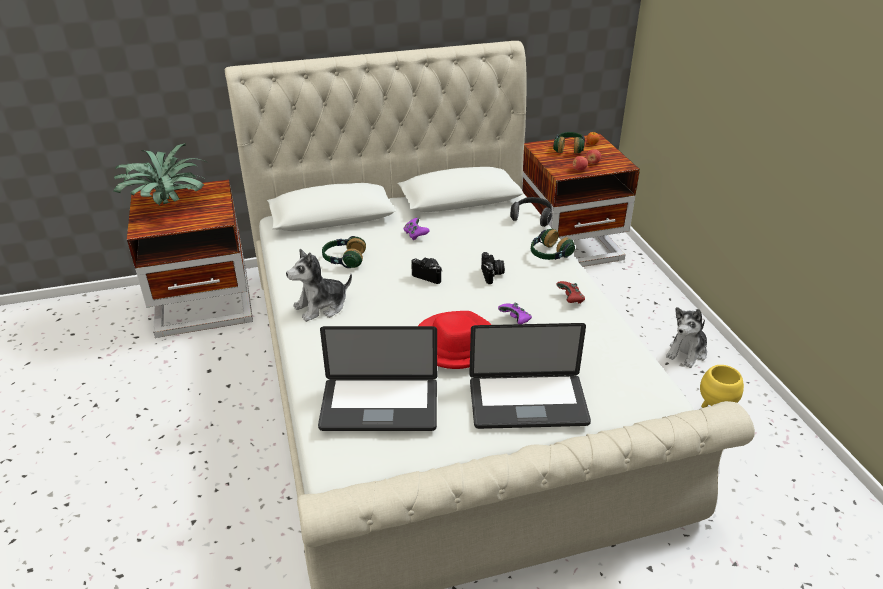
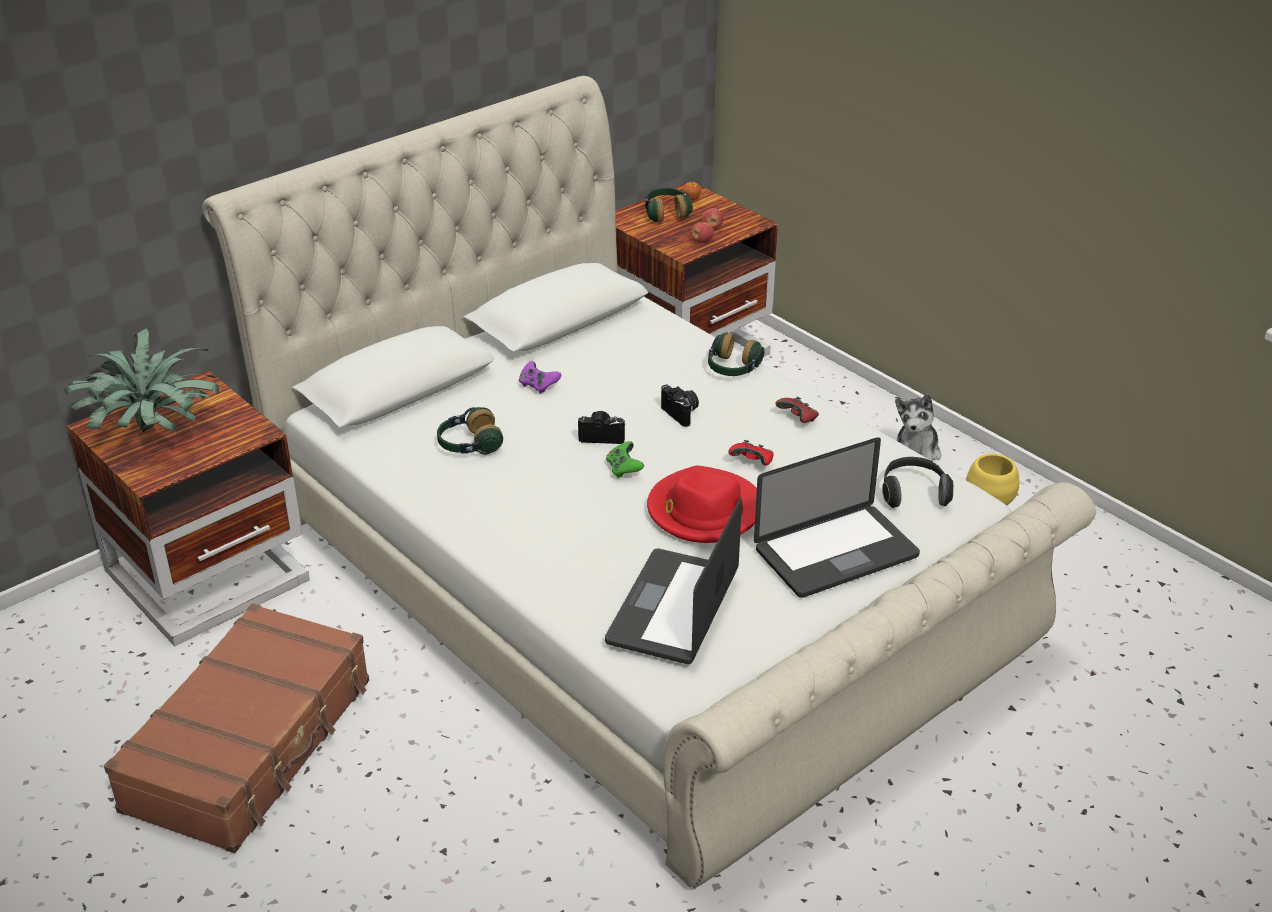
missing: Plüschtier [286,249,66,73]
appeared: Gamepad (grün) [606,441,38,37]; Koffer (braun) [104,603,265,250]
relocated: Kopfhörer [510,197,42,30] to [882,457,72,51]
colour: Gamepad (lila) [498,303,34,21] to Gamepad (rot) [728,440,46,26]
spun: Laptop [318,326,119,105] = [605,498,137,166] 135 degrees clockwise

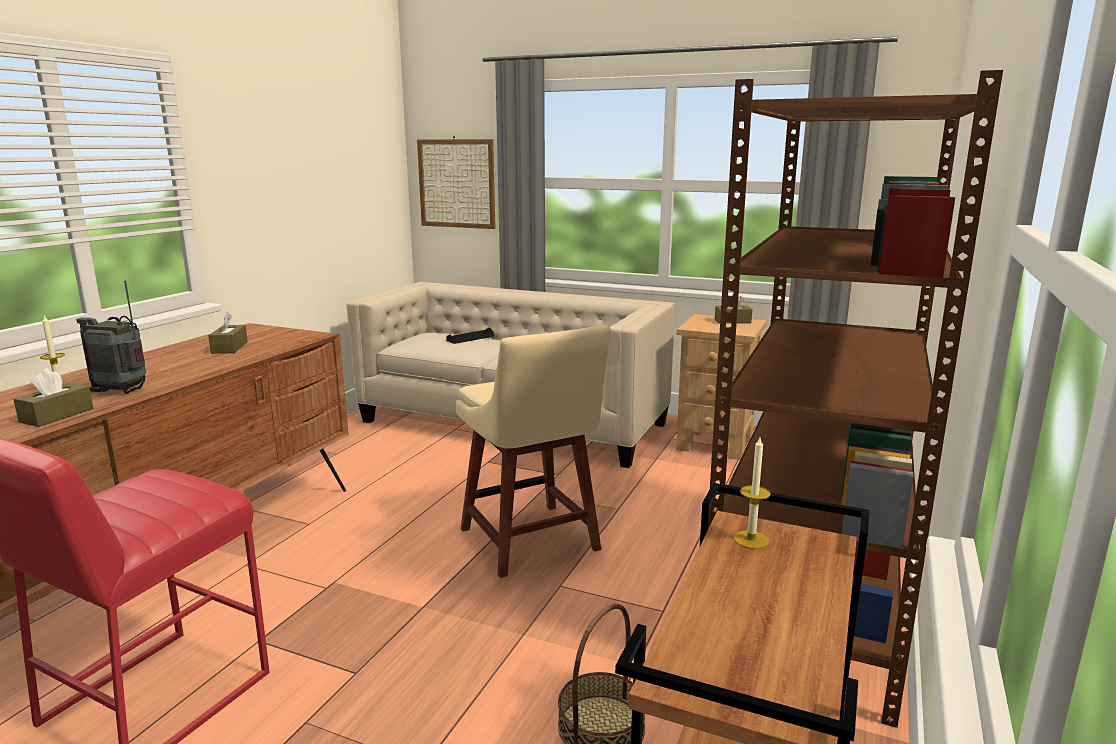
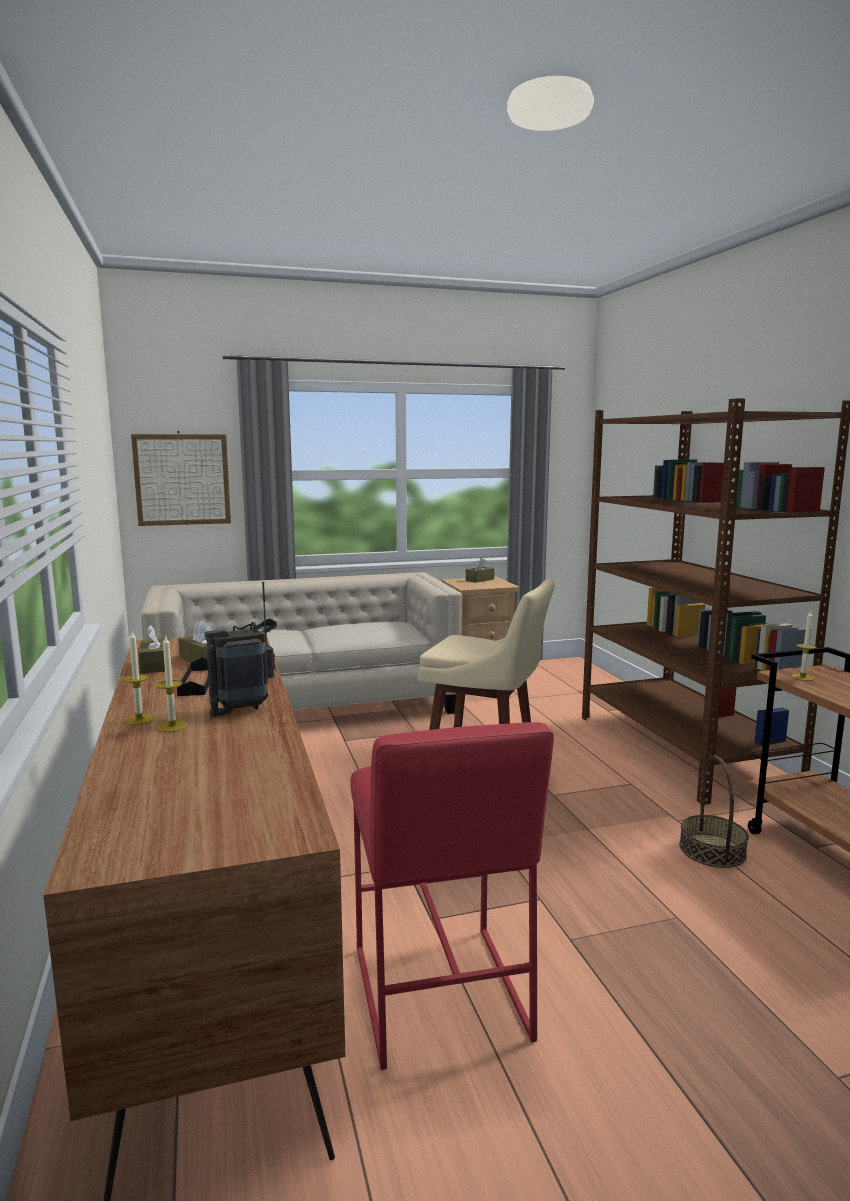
appeared: Kerze [123,632,32,93]; Tablett (schwarz) [177,657,32,39]
relocated: Taschentuchbox (braun) [13,368,80,59] to [139,625,30,49]

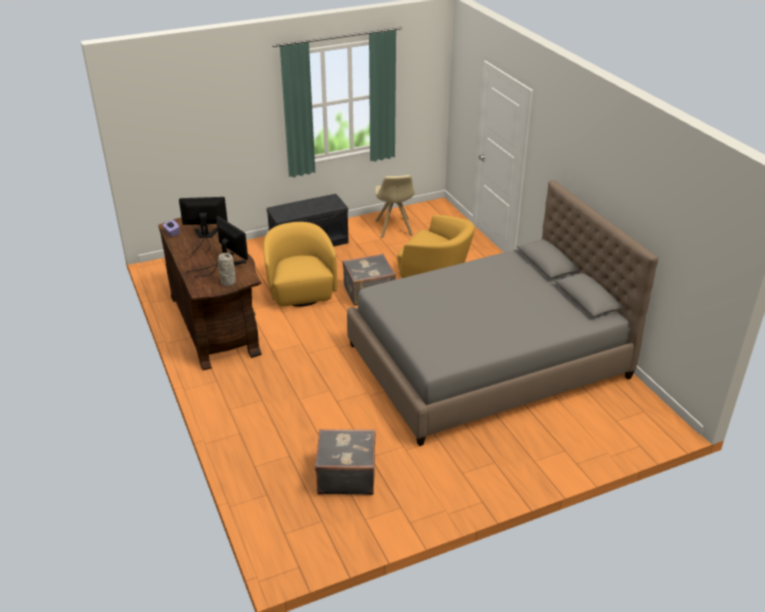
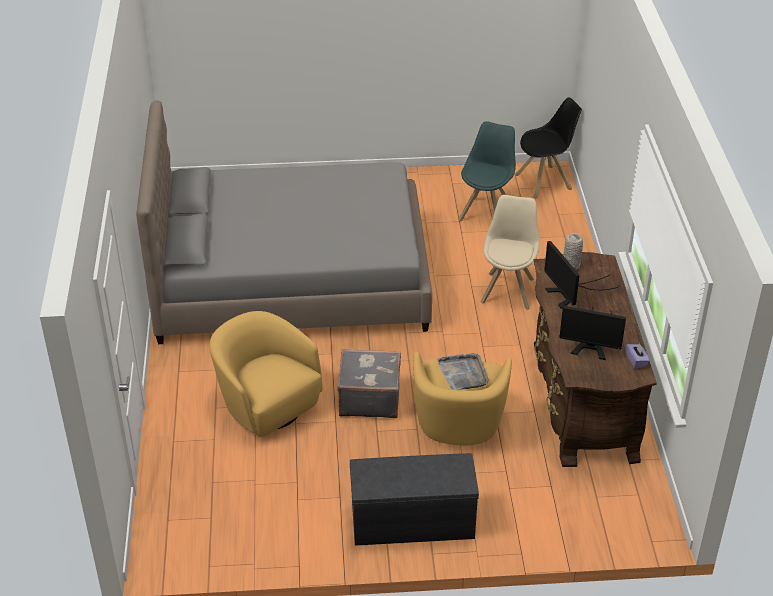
appeared: Stuhl (schwarz) [515,98,67,100]; Tablett (grau) [437,353,52,37]
relocated: Stuhl (beige) [375,175,40,63] to [480,195,60,114]
exchanged: Koffer (grau) [315,429,61,66] to Stuhl (türkis) [458,121,58,100]

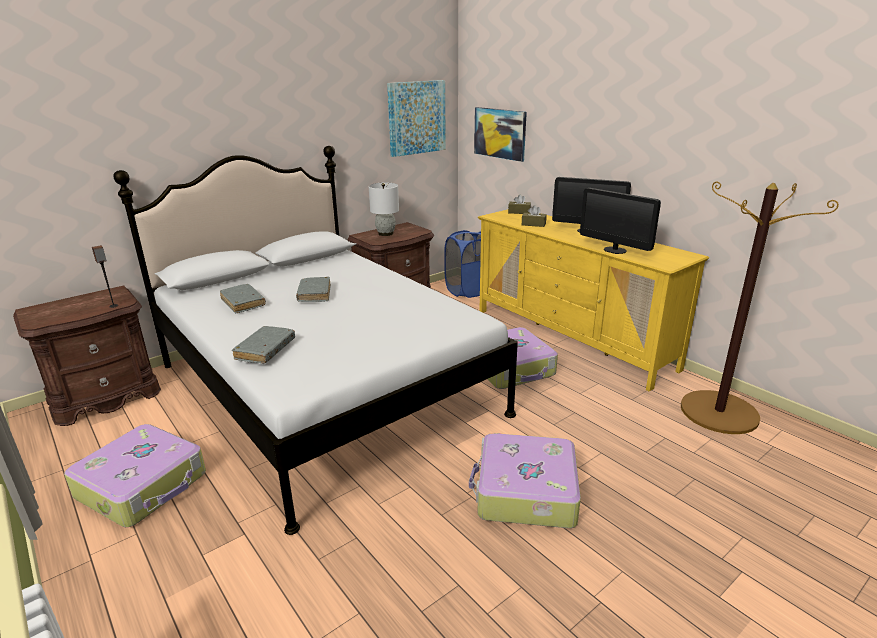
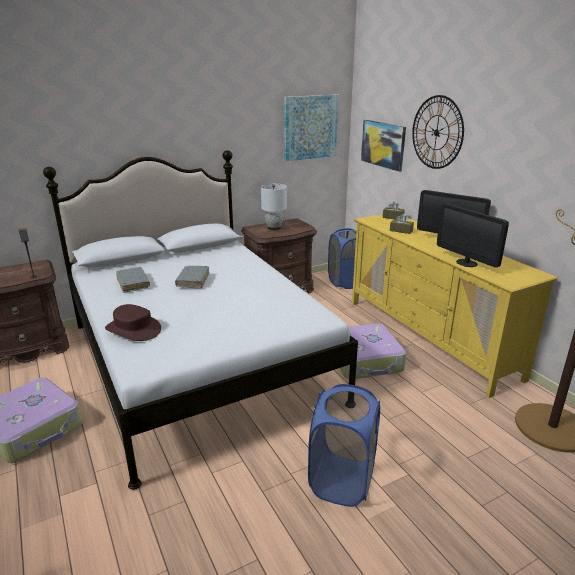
appeared: Wanduhr [412,95,52,74]
exchanged: Buch (grau) [232,326,63,37] to Hut (braun) [105,304,56,37]; Koffer [469,433,112,95] to Wäschekorb (blau) [308,384,72,123]

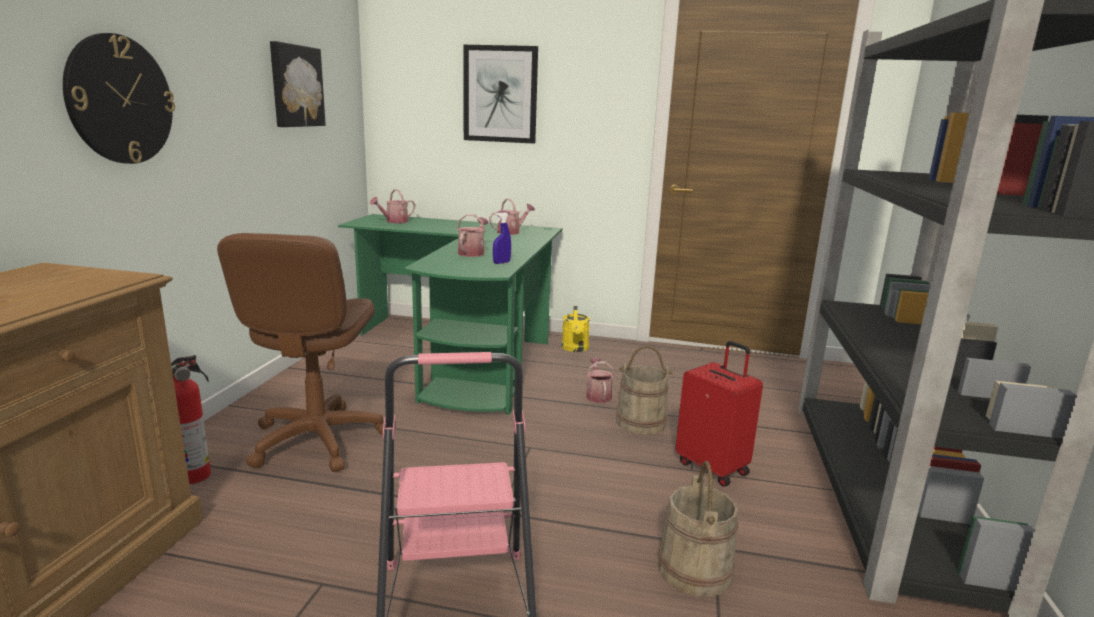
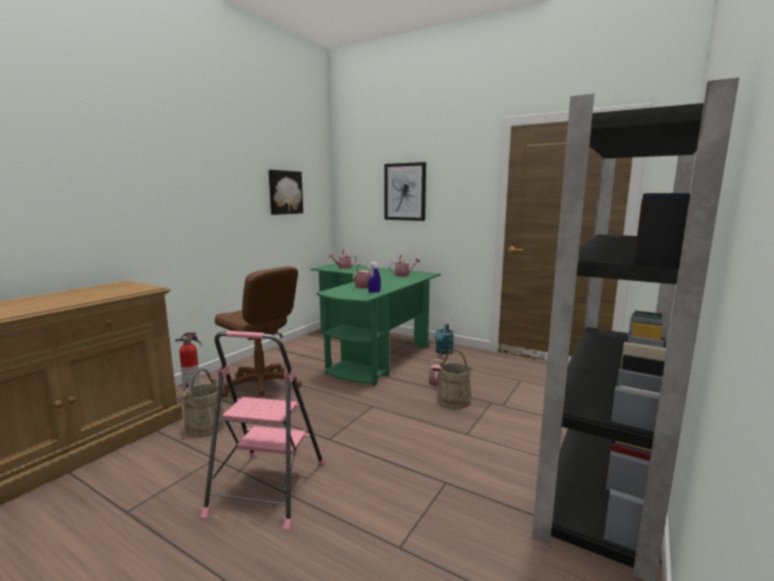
missing: Wanduhr [63,33,112,131]; Koffer (rot) [675,341,88,146]
relocated: Eimer (beige) [658,461,80,136] to [184,369,42,68]
colour: Gießkanne (gelb) [562,306,28,46] to Gießkanne (türkis) [435,324,19,30]
spun: Bürostuhl (braun) [217,233,167,239] = [215,266,87,133] 75 degrees counterclockwise

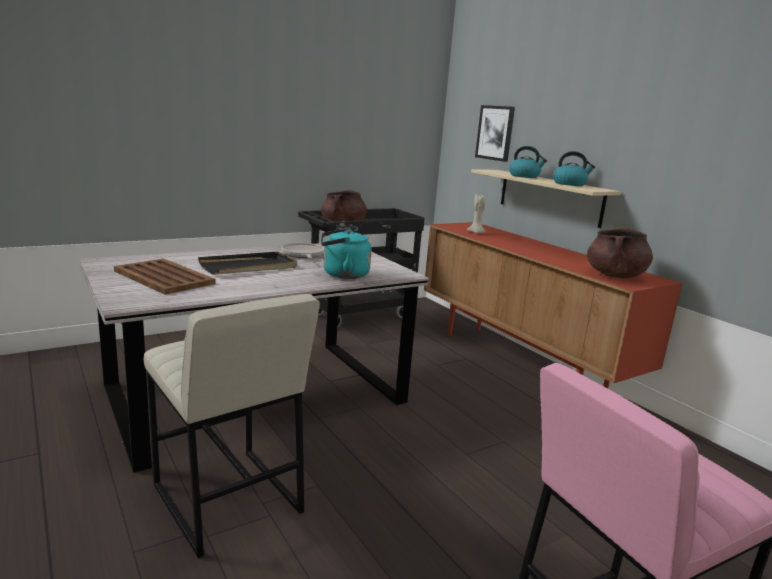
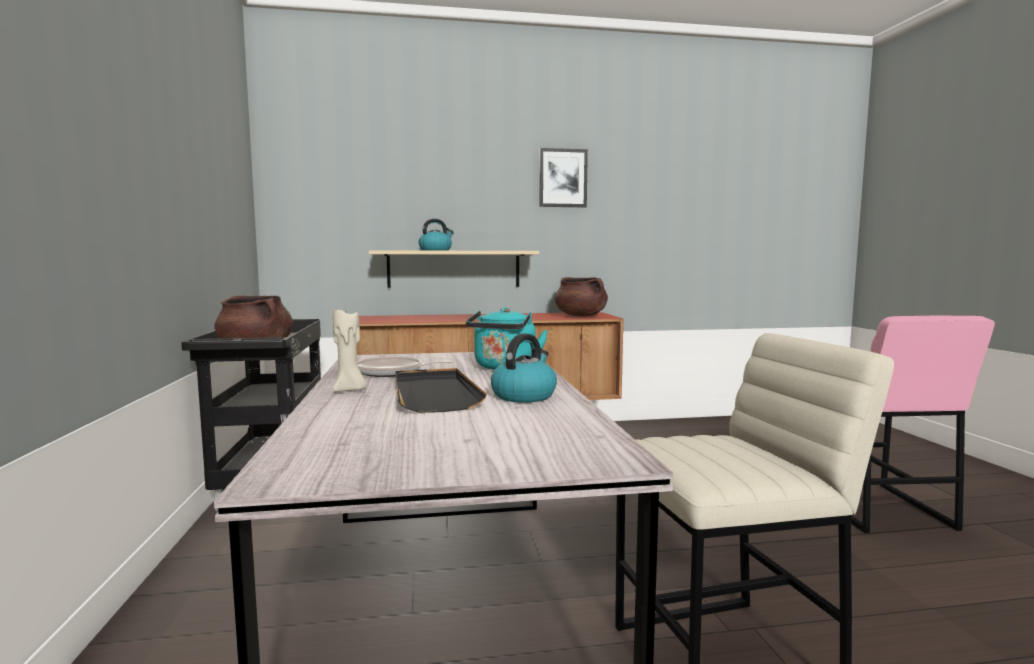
missing: Tablett (braun) [114,258,102,37]
relocated: Bild [475,105,40,57] to [539,148,49,59]; Wasserkessel [553,151,42,35] to [491,333,66,70]; Kerze (beige) [467,194,19,40] to [333,310,33,82]

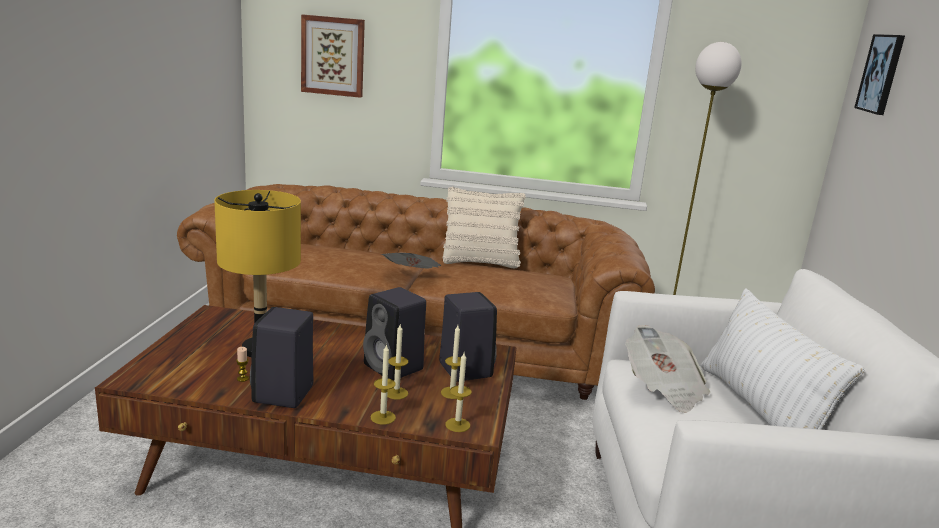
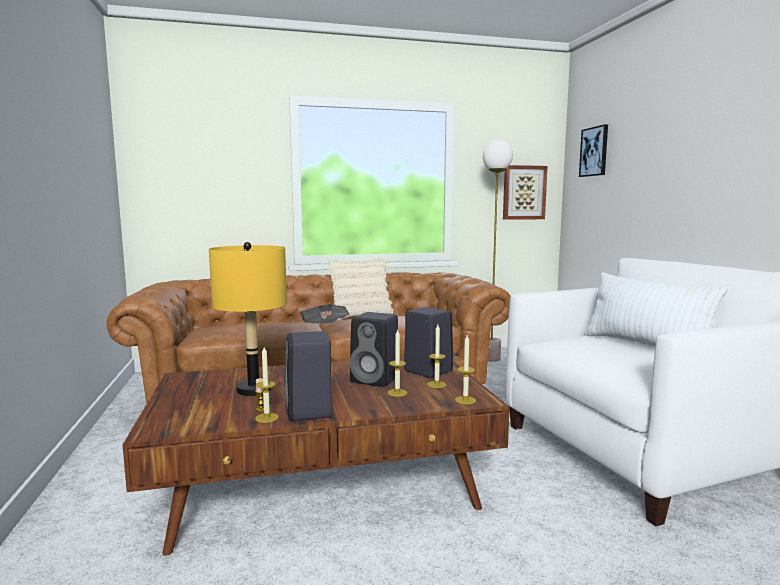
missing: Zeitung [625,325,85,88]
relocated: Bild [301,14,64,84] to [503,165,45,55]; Kerze [371,344,25,81] to [255,347,24,76]

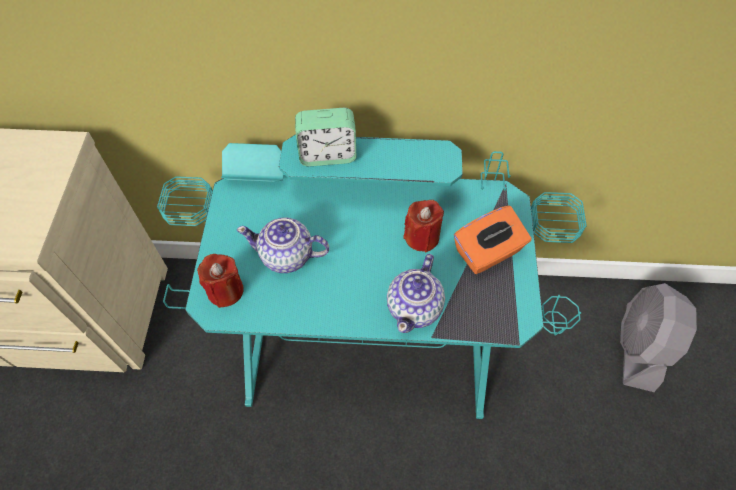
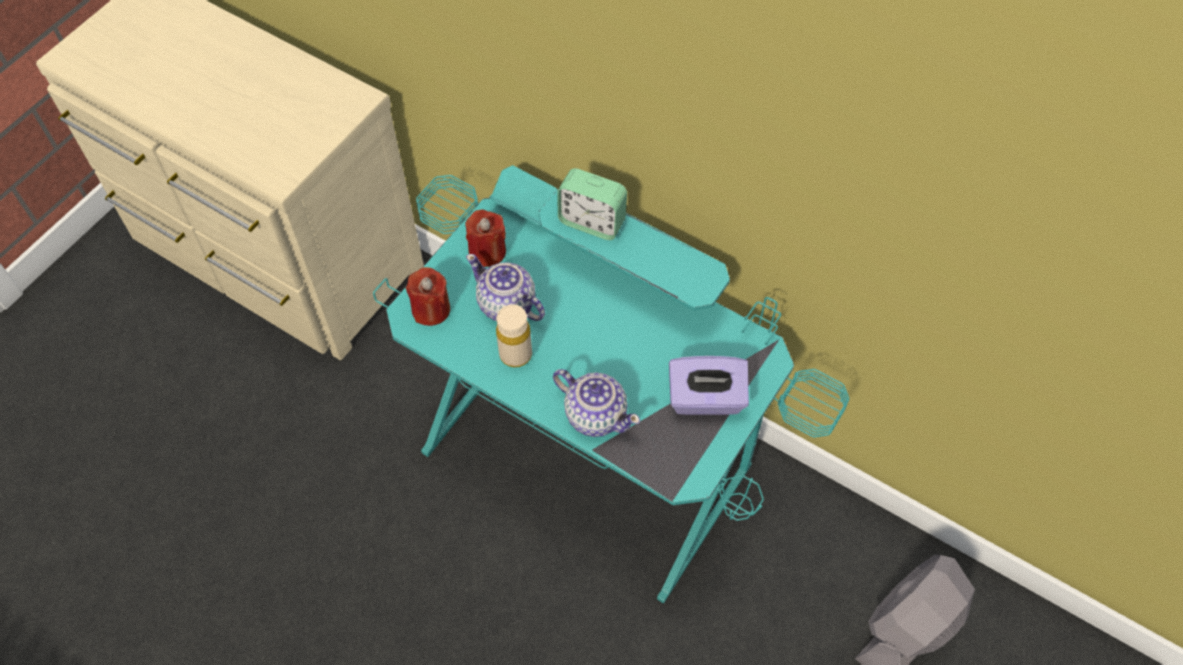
appeared: Flasche (beige) [496,305,36,62]
relocated: Kerze (rot) [403,200,41,52] to [465,210,41,57]
colour: Taschentuchbox (orange) [454,205,77,69] to Taschentuchbox (lila) [669,356,80,59]
spun: Teekanne [387,254,58,79] = [553,369,87,68] 105 degrees counterclockwise

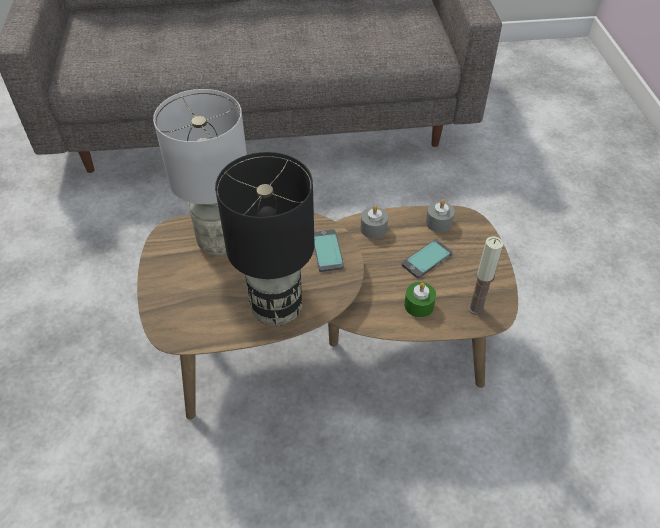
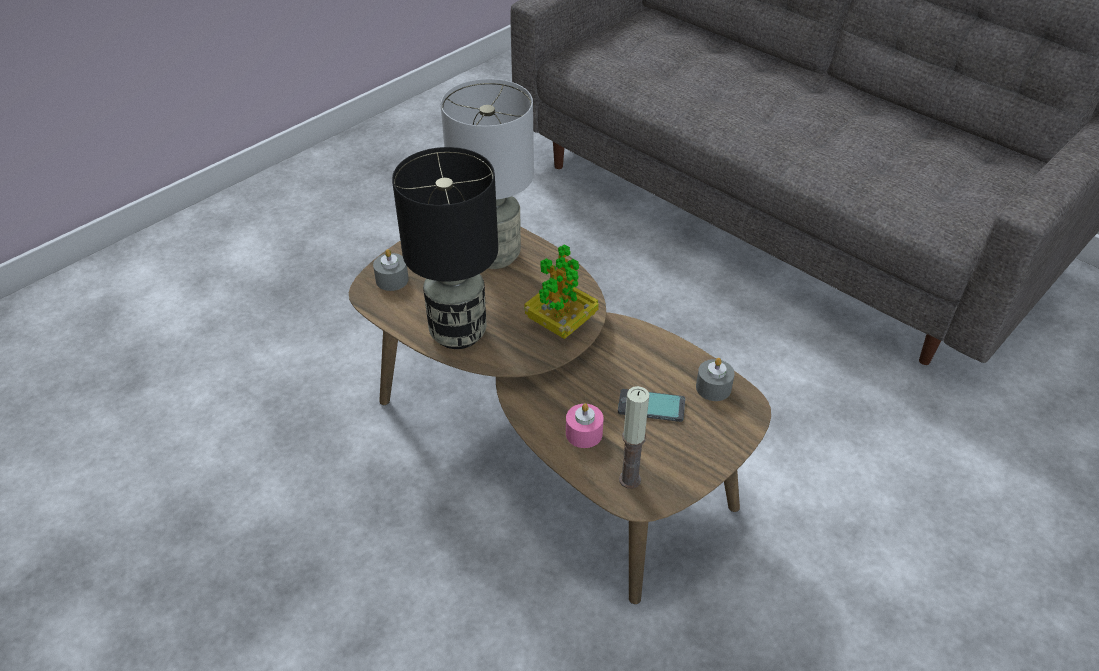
relocated: Kerze (grau) [360,205,28,34] to [373,249,36,42]
exchanged: Handy [314,229,30,43] to Topfpflanze [525,245,74,94]
colour: Kerze (grün) [404,282,32,36] to Kerze (rosa) [566,403,38,45]

